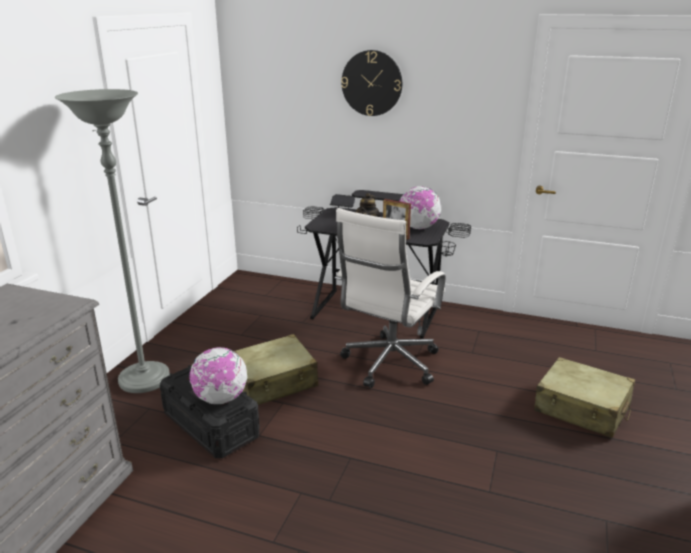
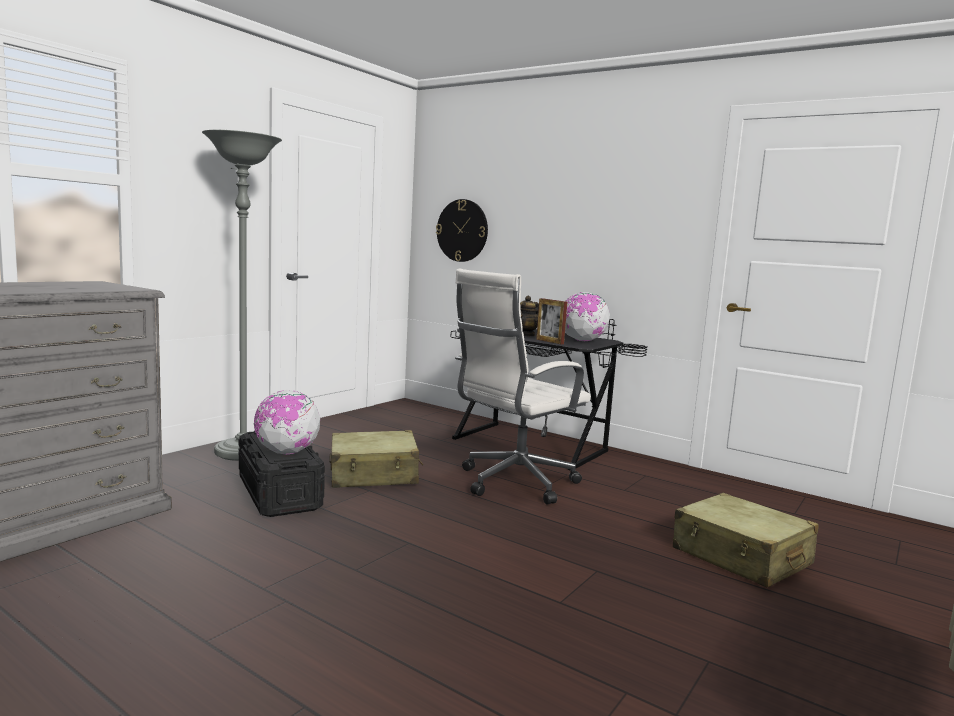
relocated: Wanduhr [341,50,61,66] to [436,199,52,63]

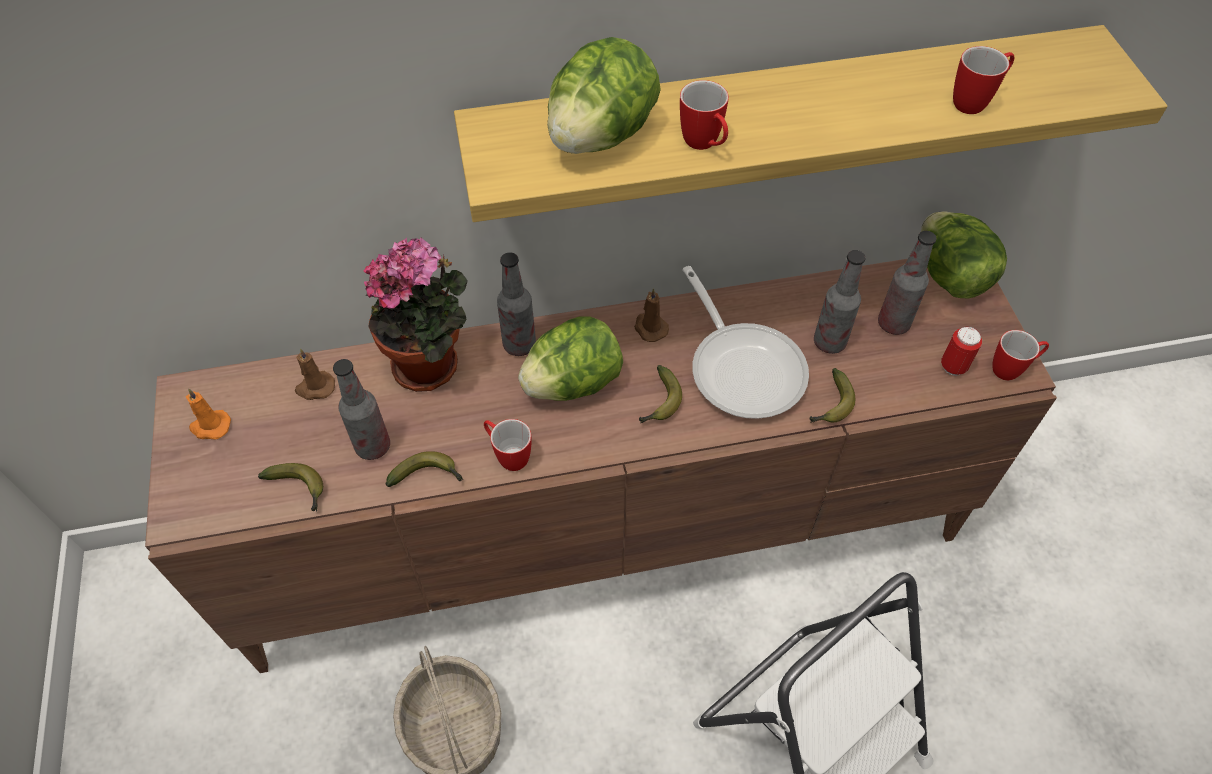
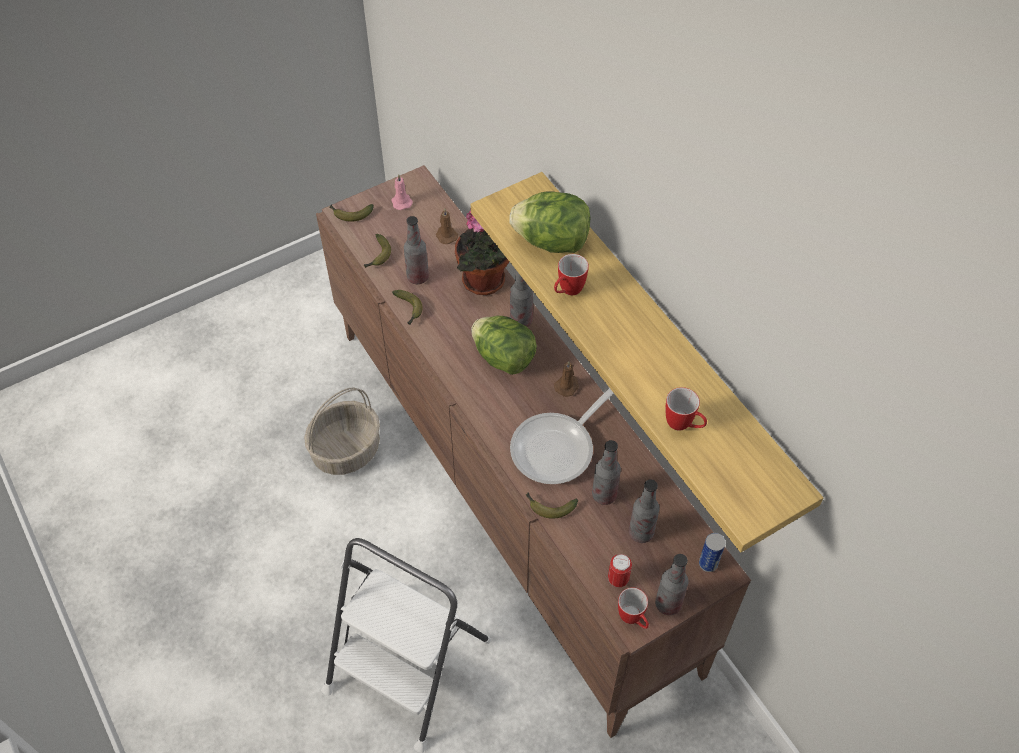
missing: Henkelbecher [484,419,47,52]
appeared: Flasche [655,554,33,61]
relocated: Banane [639,365,43,58] to [330,204,44,18]
exchanged: Salatkopf [921,211,86,88] to Dose [699,533,27,39]
colour: Kerze (orange) [186,389,45,50] to Kerze (rosa) [392,174,21,36]

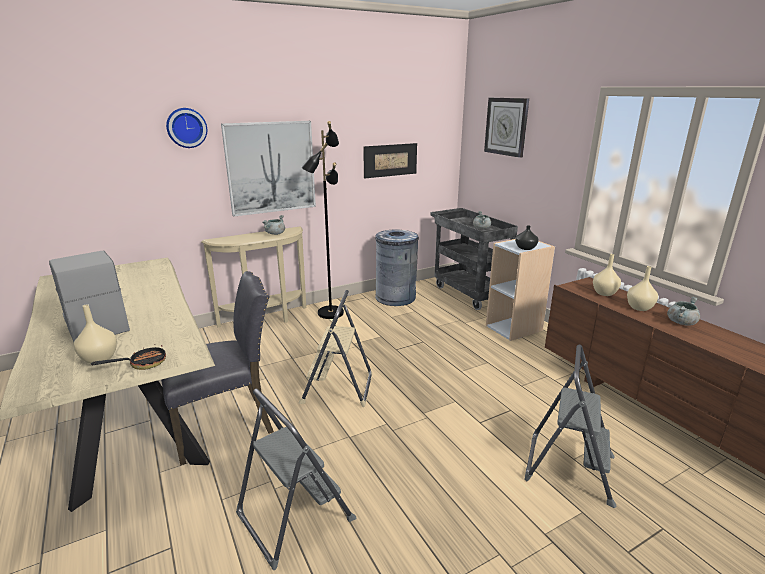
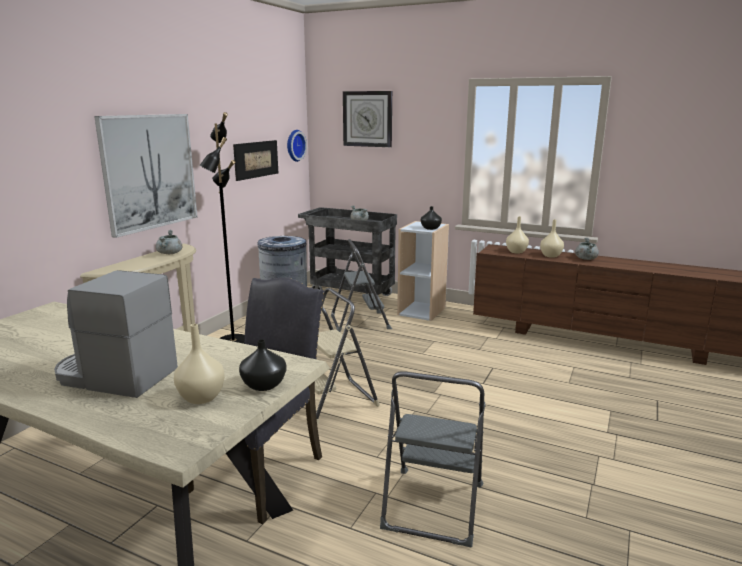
relocated: Wanduhr [166,108,41,40] to [287,130,20,32]; Trittleiter (grau) [524,345,92,163] to [331,239,61,93]
exchanged: Pfanne [91,344,75,26] to Vase (schwarz) [239,339,47,52]

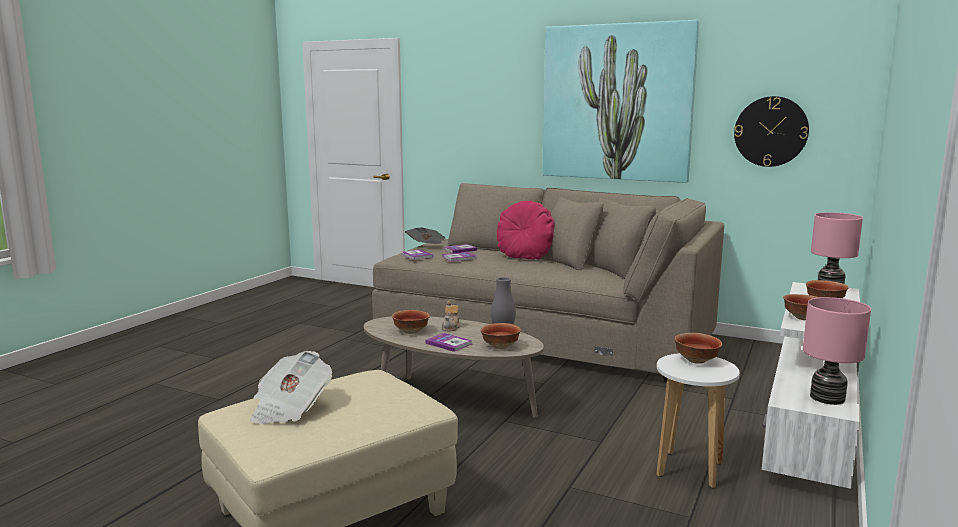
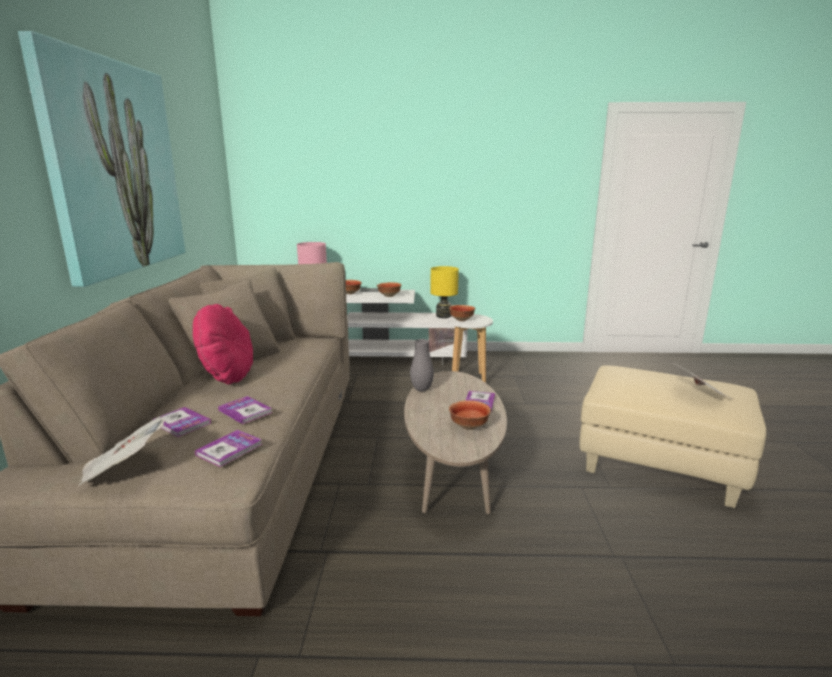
missing: Wanduhr [734,96,75,71]; Teekanne [442,301,18,30]; Schüssel [480,323,41,26]
colour: Tischlampe (rosa) [803,297,68,108] to Tischlampe (gelb) [430,266,29,52]

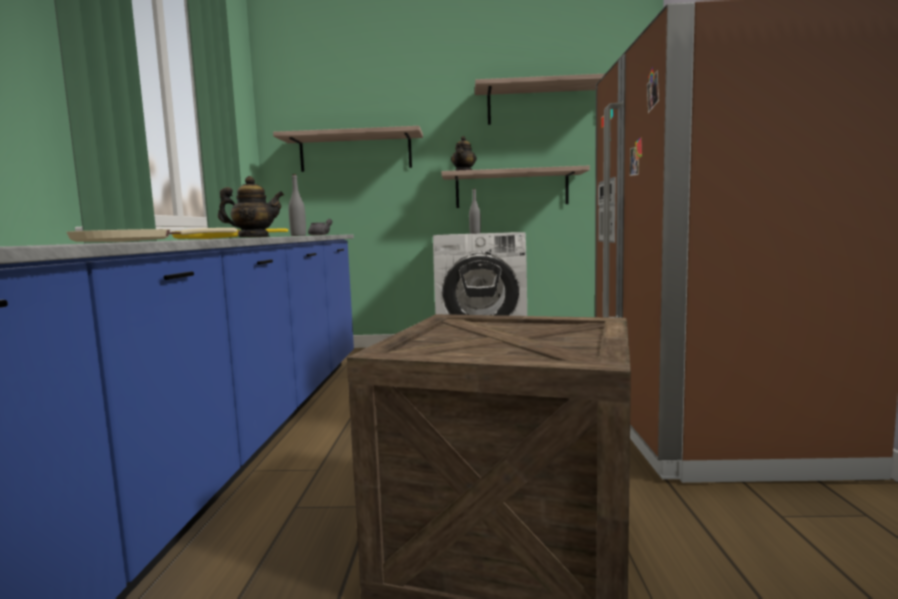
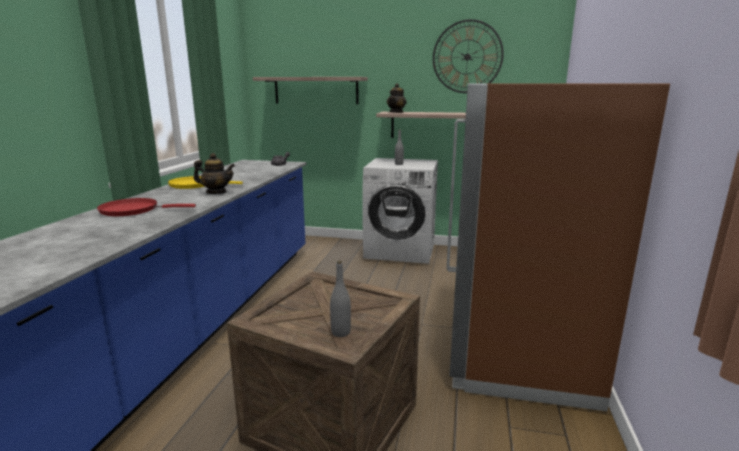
relocated: Flasche (grau) [289,174,17,62] to [330,261,21,76]
exchanged: Wandregal [475,74,130,51] to Wanduhr [433,19,71,74]
colour: Pfanne (beige) [66,228,171,14] to Pfanne (rot) [97,198,99,18]

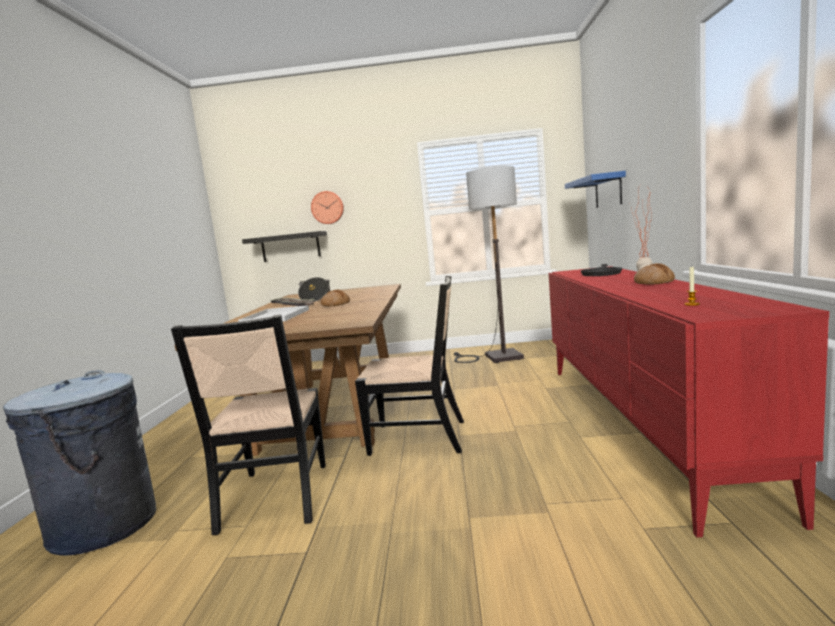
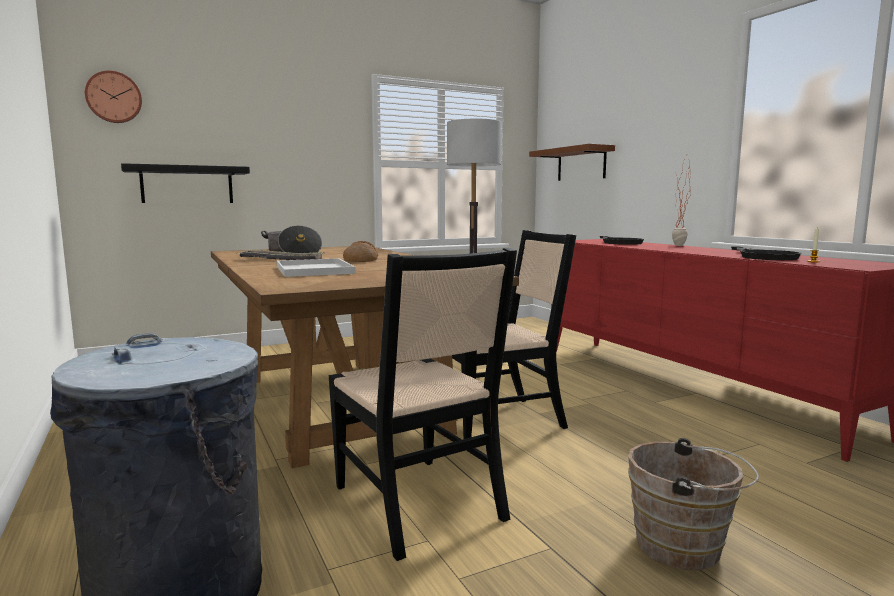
missing: Brot [634,263,41,22]
appeared: Pfanne (schwarz) [731,246,70,14]; Eimer (braun) [628,438,131,132]
relocated: Wanduhr [311,191,33,33] to [85,71,57,52]
colour: Wandregal (blau) [565,171,61,37] to Wandregal (braun) [529,144,86,37]

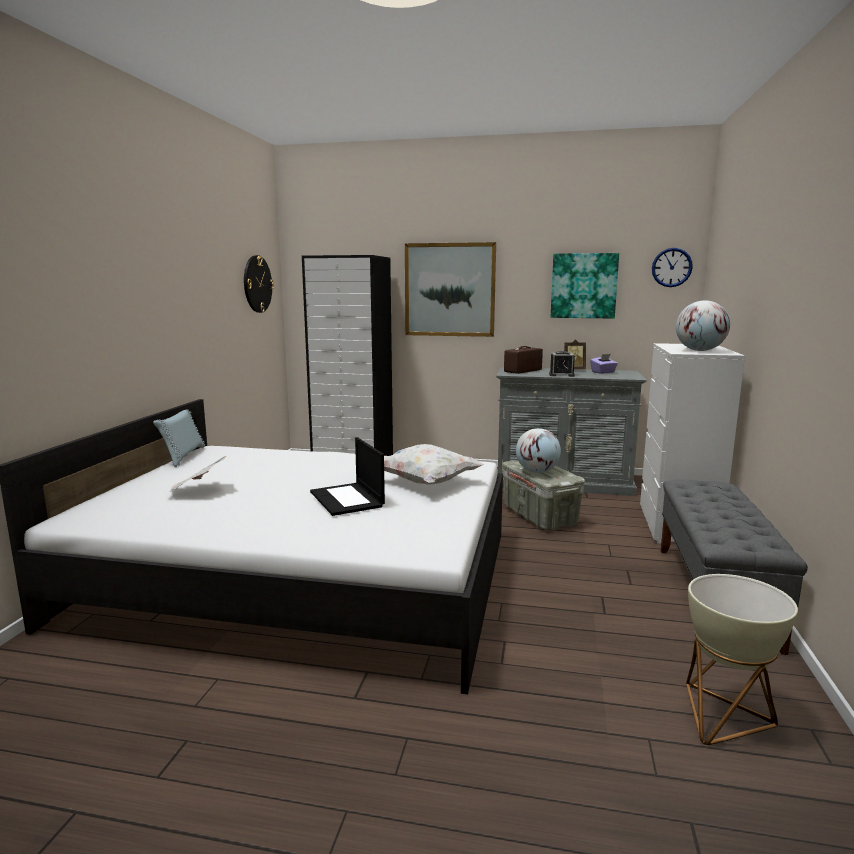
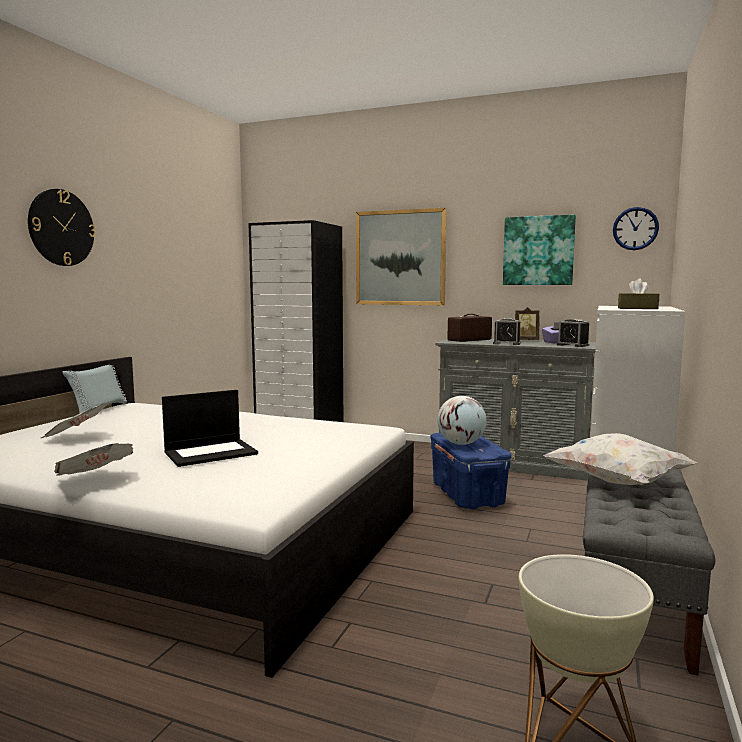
appeared: Wecker [557,319,32,28]; Zeitung [54,443,79,32]
relocated: Wanduhr [244,255,30,58] to [28,189,68,77]; Kissen (weiß) [384,444,100,41] to [543,433,154,52]
exchanged: Globus [676,300,54,51] to Taschentuchbox (braun) [618,278,41,31]
colour: Aufbewahrungsbox (grau) [502,461,83,69] to Aufbewahrungsbox (blau) [430,433,81,76]
spun: Laptop [310,437,75,79] = [162,390,96,77] 105 degrees counterclockwise

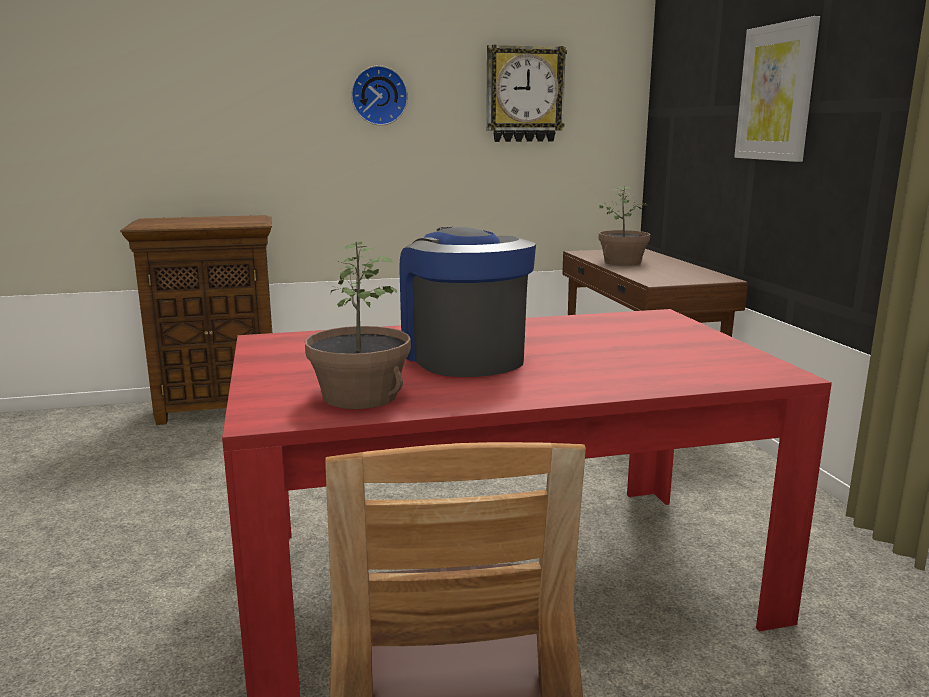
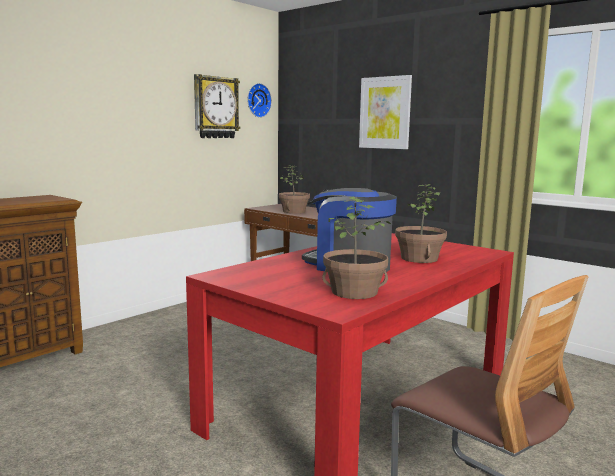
appeared: Topfpflanze [395,184,52,79]
relocated: Wanduhr [351,65,57,61] to [247,83,25,35]

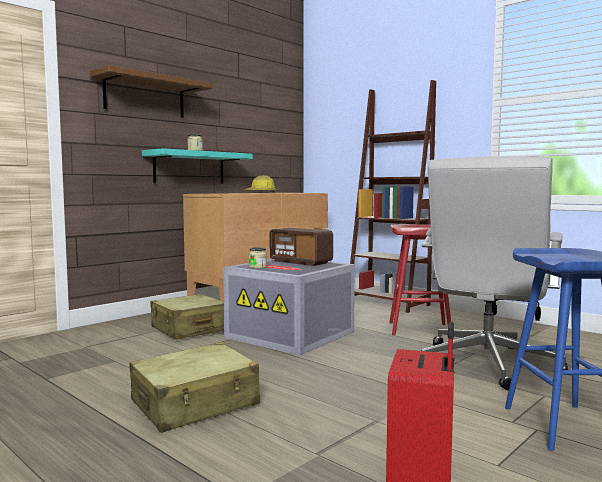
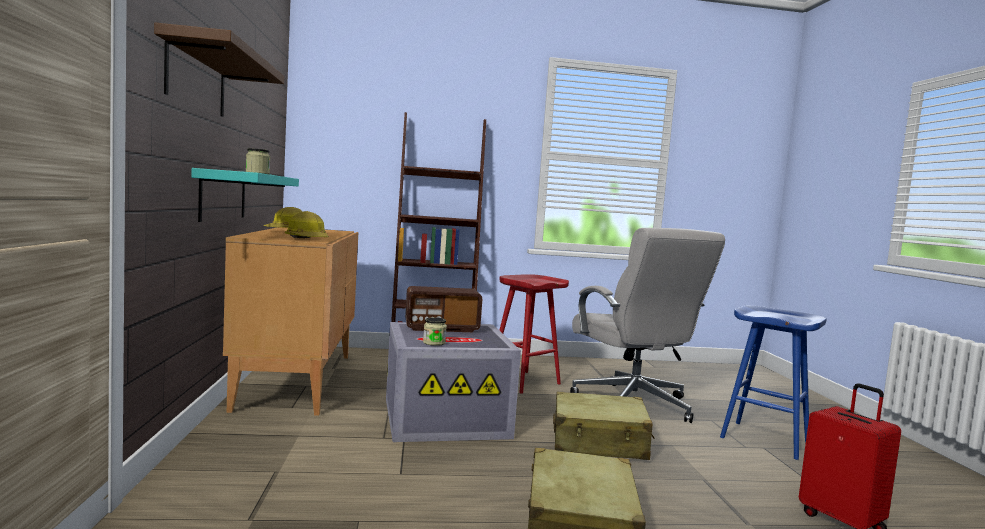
appeared: Schutzhelm [285,211,44,27]
relocated: Koffer (beige) [151,294,73,46] to [553,392,102,68]

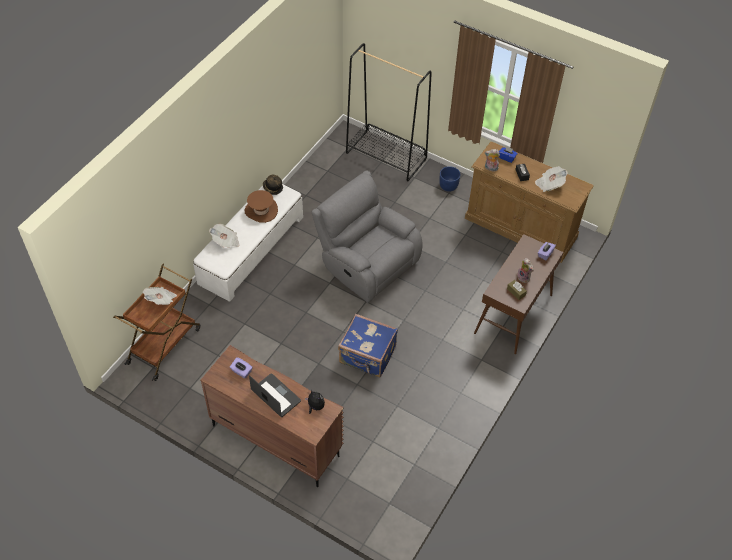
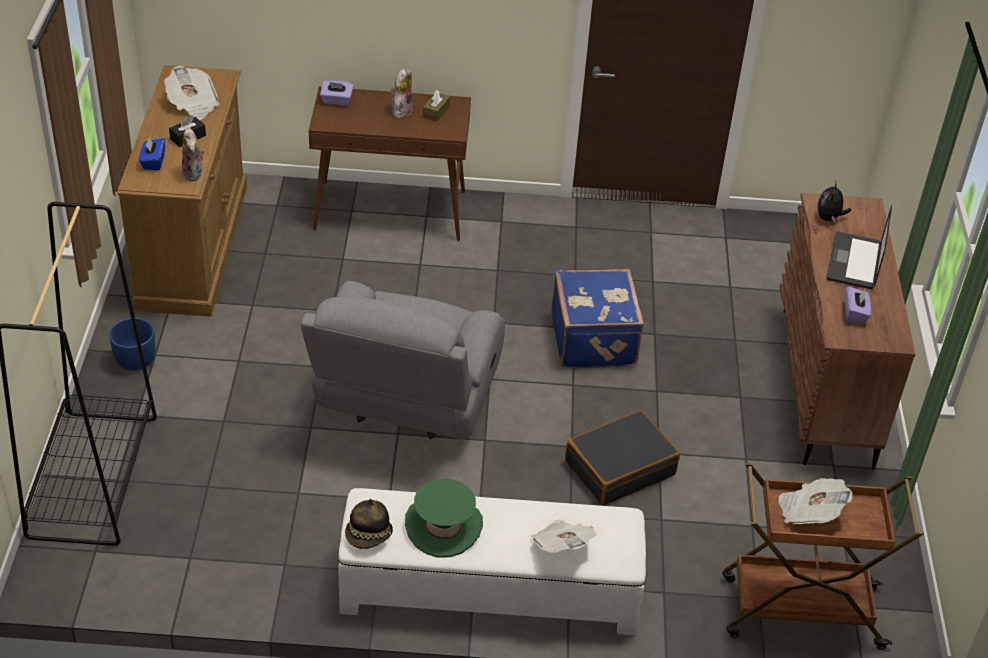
appeared: Koffer (schwarz) [565,410,115,96]
colour: Hut (braun) [245,190,33,33] to Hut (grün) [405,479,78,79]

